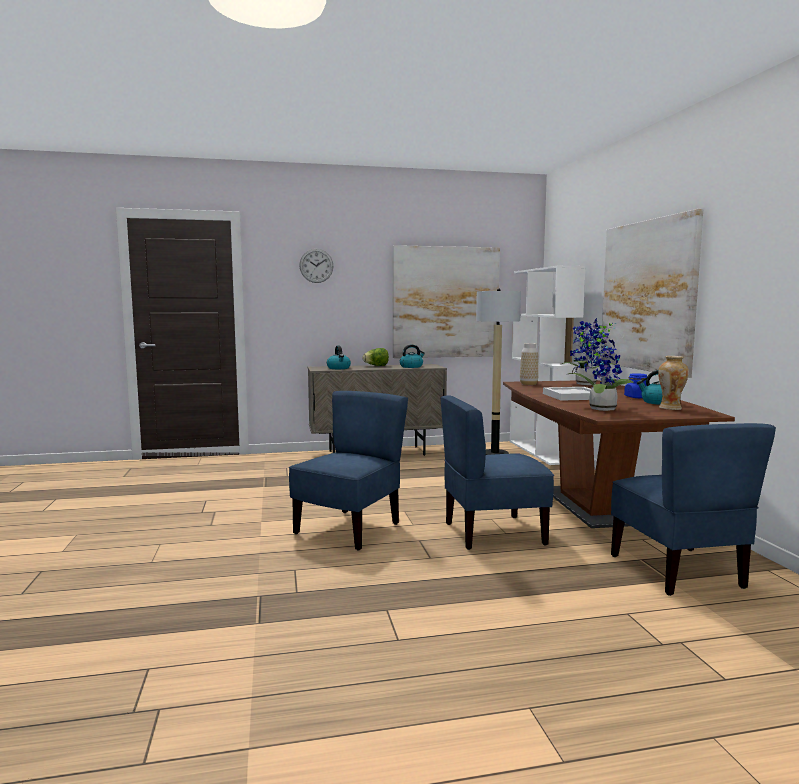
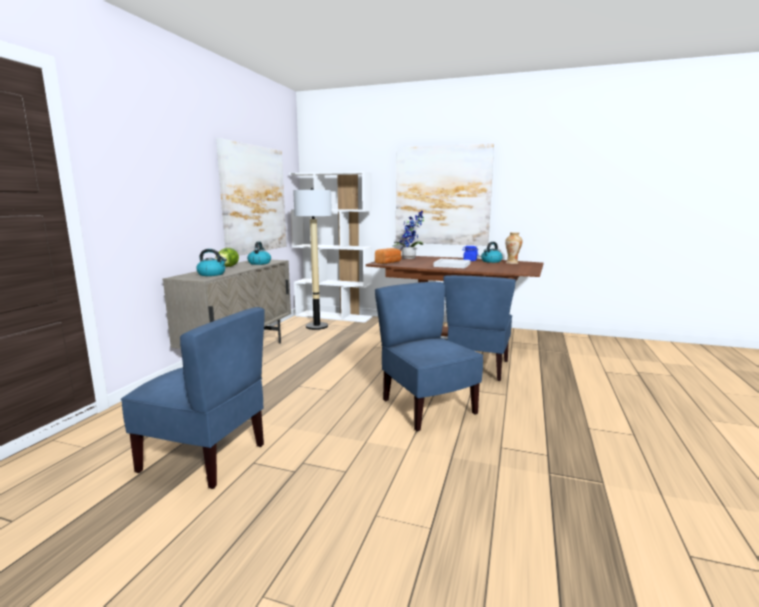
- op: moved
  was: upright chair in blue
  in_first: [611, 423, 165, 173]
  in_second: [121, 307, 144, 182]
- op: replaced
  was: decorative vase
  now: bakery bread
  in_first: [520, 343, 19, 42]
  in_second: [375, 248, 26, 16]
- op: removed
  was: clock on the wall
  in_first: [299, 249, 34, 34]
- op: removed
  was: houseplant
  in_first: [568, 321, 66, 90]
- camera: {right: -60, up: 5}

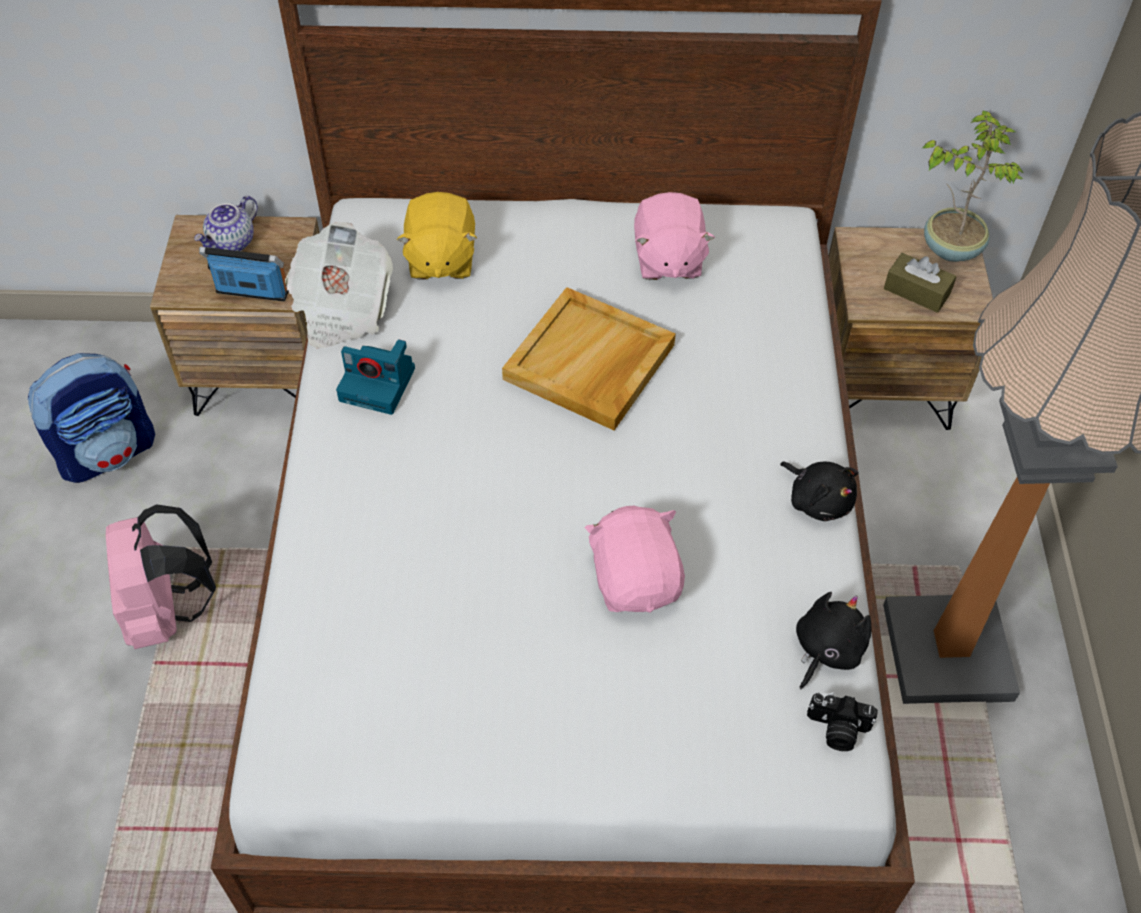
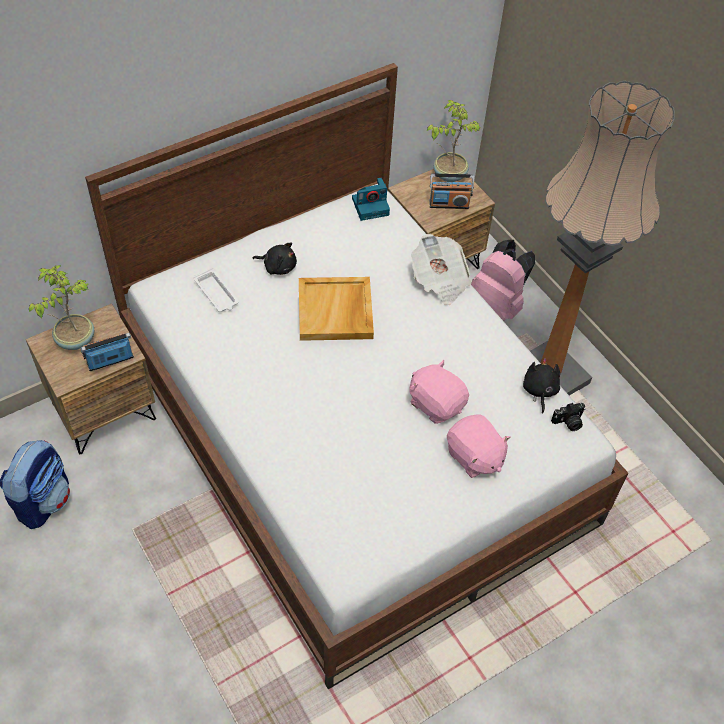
- op: replaced
  was: tea pot
  now: houseplant
  in_first: [194, 196, 64, 55]
  in_second: [29, 265, 65, 85]
- op: replaced
  was: plush toy in yellow-coloured
  now: carrying tray in white-coloured
  in_first: [397, 192, 80, 88]
  in_second: [193, 268, 46, 44]
- op: moved
  was: plush toy in blackish
  in_first: [780, 461, 79, 60]
  in_second: [252, 243, 45, 32]
- op: moved
  was: photo camera
  in_first: [336, 339, 79, 76]
  in_second: [352, 178, 38, 43]
- op: moved
  was: newspaper
  in_first: [285, 222, 108, 127]
  in_second: [411, 234, 60, 71]
- op: replaced
  was: tissue box in brown
  now: radio receiver
  in_first: [884, 253, 73, 60]
  in_second: [429, 174, 45, 35]
- op: moved
  was: plush toy in pink-coloured
  in_first: [634, 192, 81, 88]
  in_second: [447, 414, 64, 64]
- op: moved
  was: backpack in pink-coloured
  in_first: [106, 504, 110, 145]
  in_second: [471, 240, 64, 81]
- camera: {right: -35, up: 0}

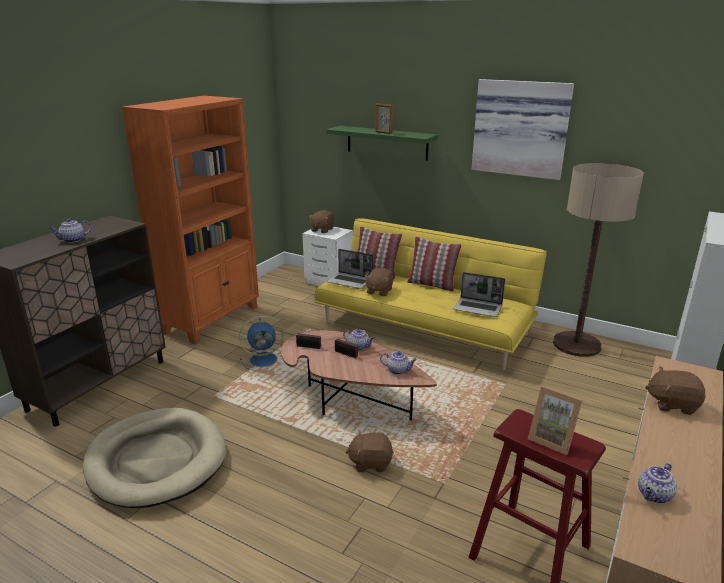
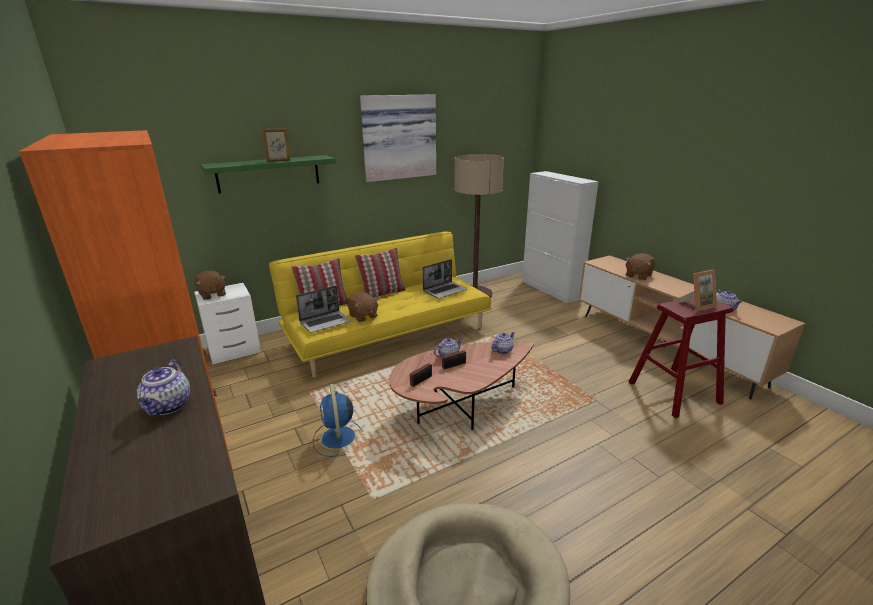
- op: turned
  was: electric fan in blue
  in_first: [239, 316, 45, 55]
  in_second: [313, 384, 50, 73]
  clockwise: 150
- op: removed
  was: plush toy in brown
  in_first: [345, 431, 49, 41]
- camera: {right: -60, up: 0}

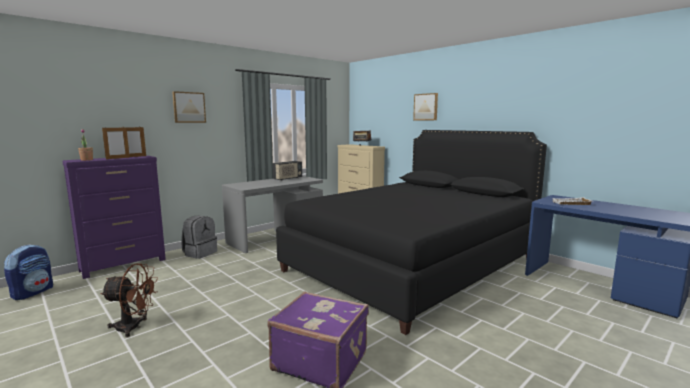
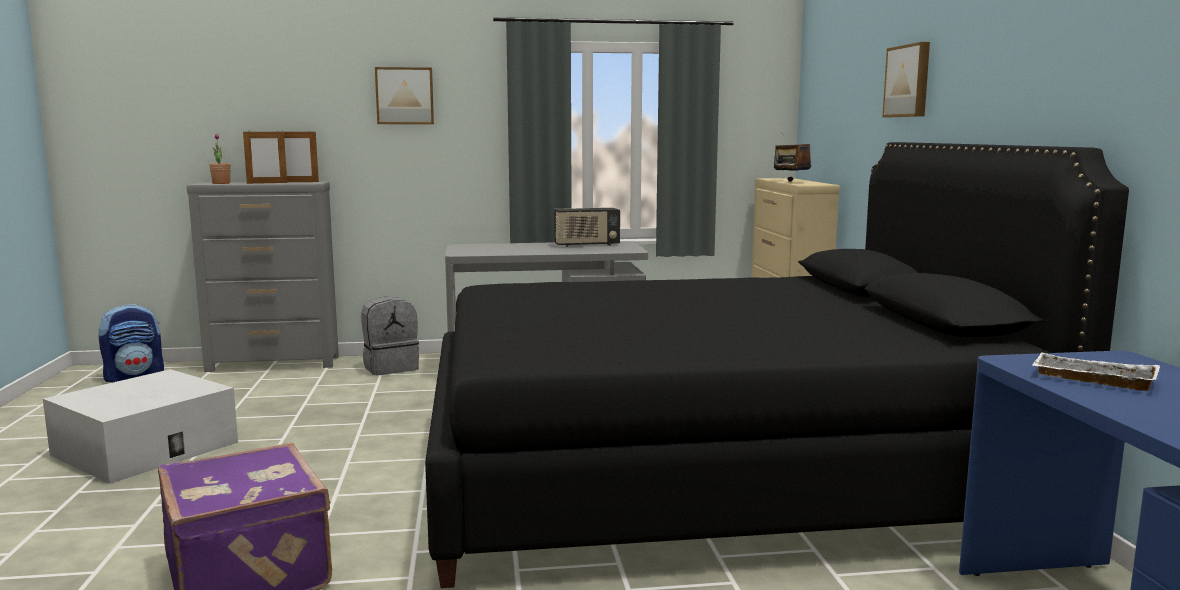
- op: replaced
  was: electric fan in brown
  now: storage container in white-coloured
  in_first: [101, 263, 57, 74]
  in_second: [43, 369, 195, 115]
- op: recoloured
  was: drawer chest in purplish
  now: drawer chest in greyish
  in_first: [62, 156, 104, 123]
  in_second: [187, 182, 152, 190]
- camera: {right: 35, up: 0}

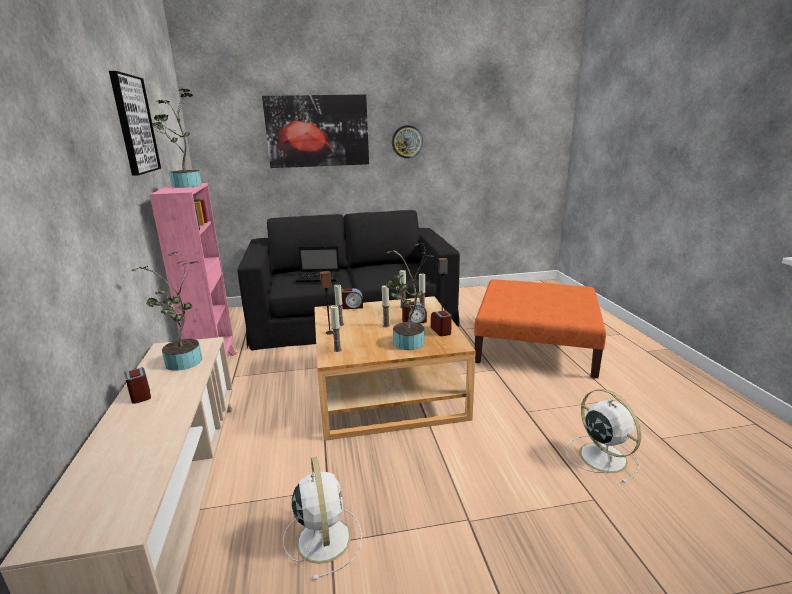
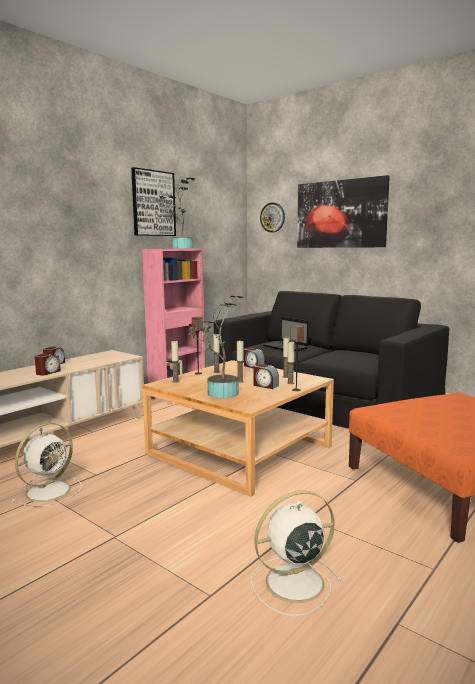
- op: moved
  was: alarm clock
  in_first: [431, 310, 21, 26]
  in_second: [35, 353, 26, 23]
- op: turned
  was: electric fan in white-coloured
  in_first: [566, 389, 75, 94]
  in_second: [251, 491, 91, 125]
  clockwise: -135
- op: moved
  was: clock on the wall
  in_first: [392, 125, 31, 34]
  in_second: [260, 202, 25, 30]
- op: removed
  was: houseplant
  in_first: [131, 252, 71, 119]
- camera: {right: 50, up: -10}

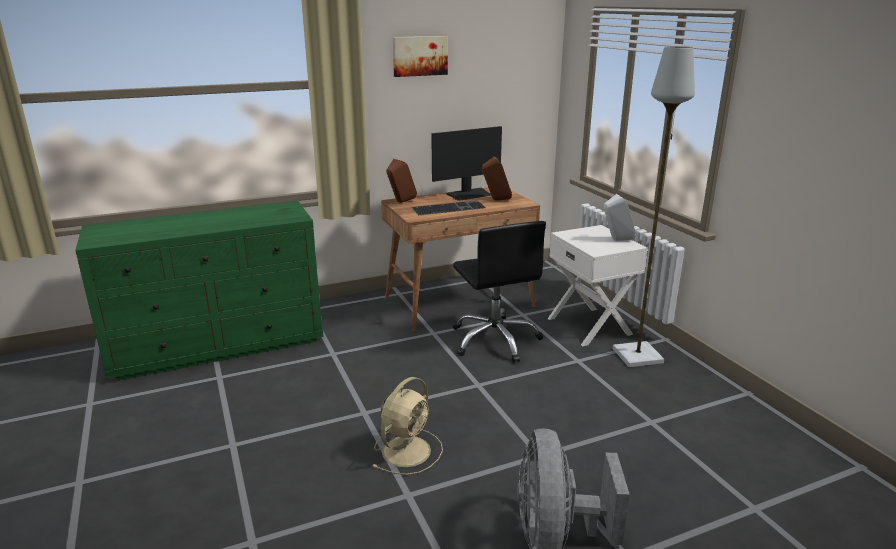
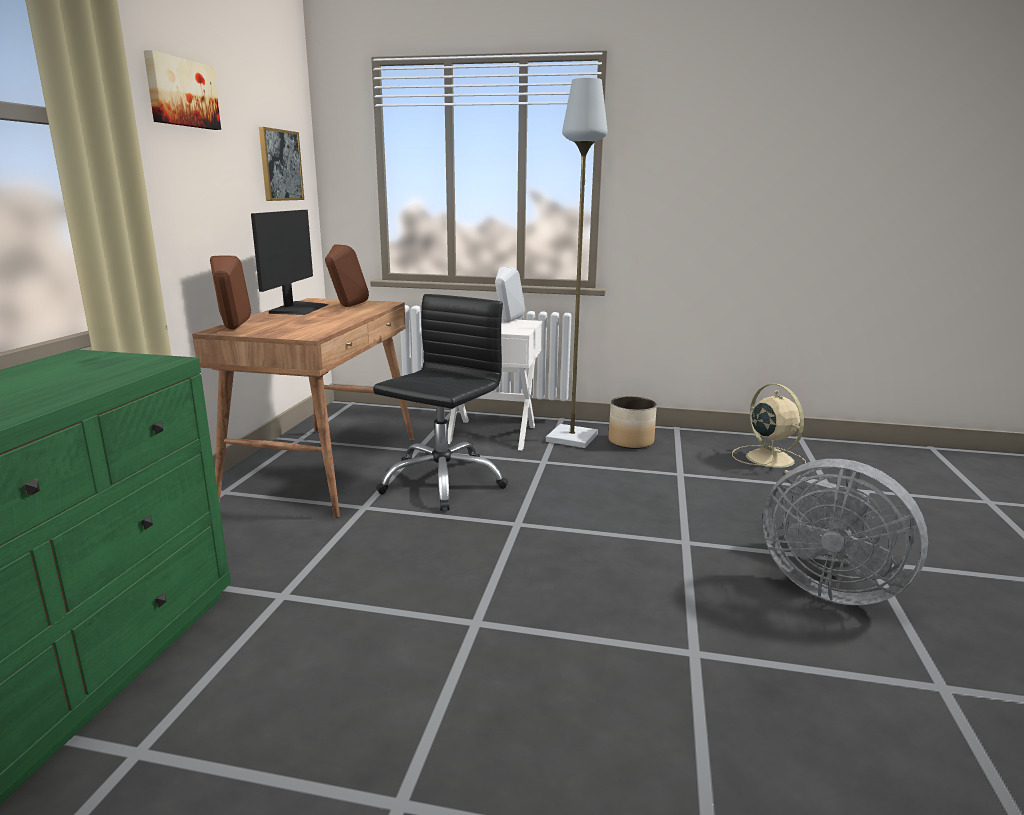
- op: added
  now: picture
  in_second: [259, 127, 45, 74]
- op: turned
  was: desk chair in blackish
  in_first: [453, 221, 93, 142]
  in_second: [373, 294, 135, 217]
  clockwise: -75
- op: added
  now: plant pot
  in_second: [608, 396, 49, 53]
- op: moved
  was: electric fan in sand-coloured
  in_first: [373, 377, 70, 98]
  in_second: [732, 384, 74, 89]
- op: removed
  was: PC keyboard
  in_first: [412, 200, 74, 15]
- camera: {right: -55, up: -5}

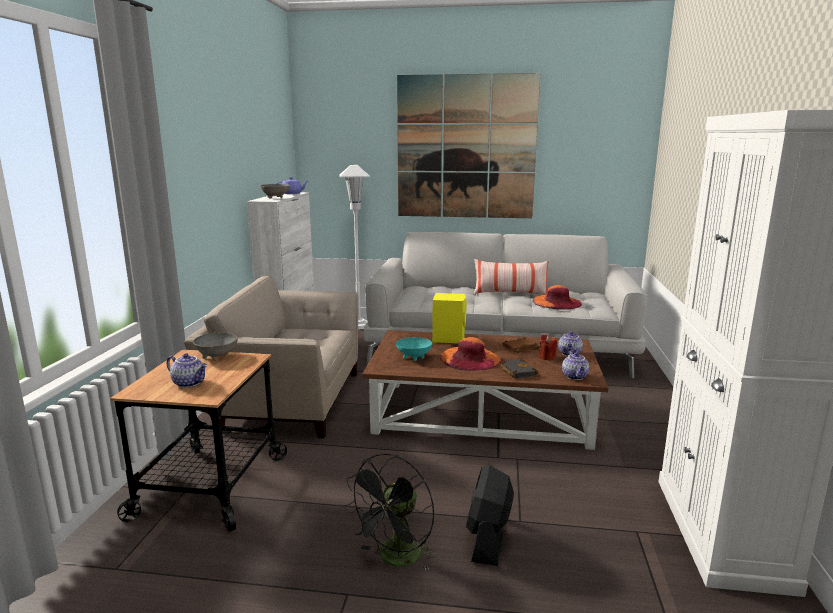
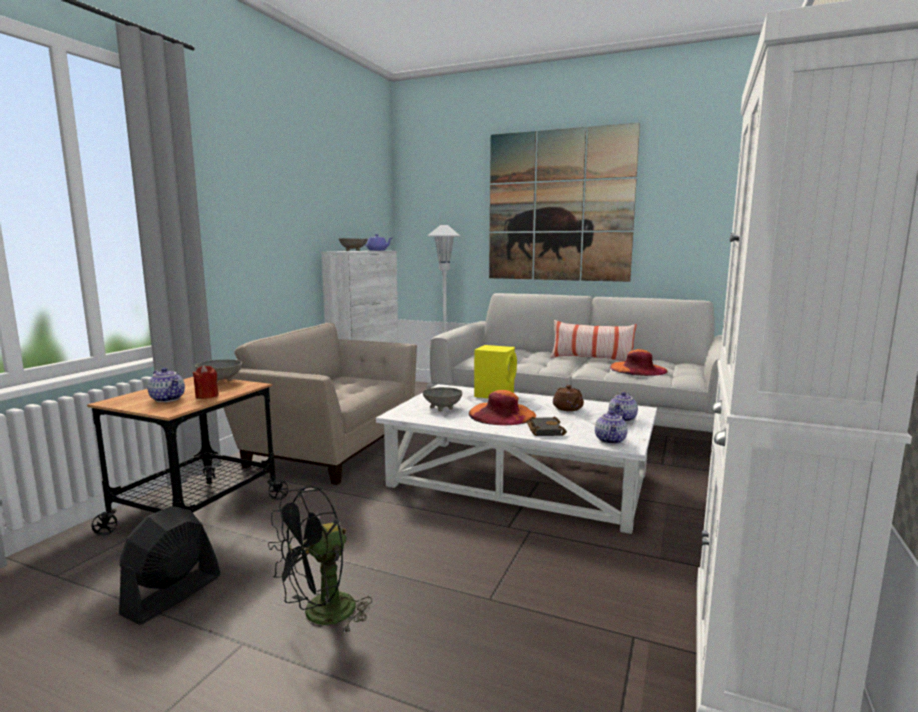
- op: moved
  was: electric fan in blackish
  in_first: [466, 465, 48, 101]
  in_second: [119, 506, 102, 119]
- op: moved
  was: candle in reddish
  in_first: [539, 334, 18, 26]
  in_second: [192, 365, 27, 34]
- op: recoloured
  was: lounge table in brown
  now: lounge table in white-coloured
  in_first: [362, 330, 247, 120]
  in_second: [376, 384, 281, 150]
- op: recoloured
  was: deep dish in turquoise-coloured
  now: deep dish in greyish
  in_first: [396, 337, 36, 24]
  in_second: [423, 387, 39, 25]
- op: replaced
  was: bound book in brown
  now: tea pot in brown
  in_first: [502, 337, 37, 16]
  in_second: [553, 385, 31, 26]
- camera: {right: 15, up: -5}

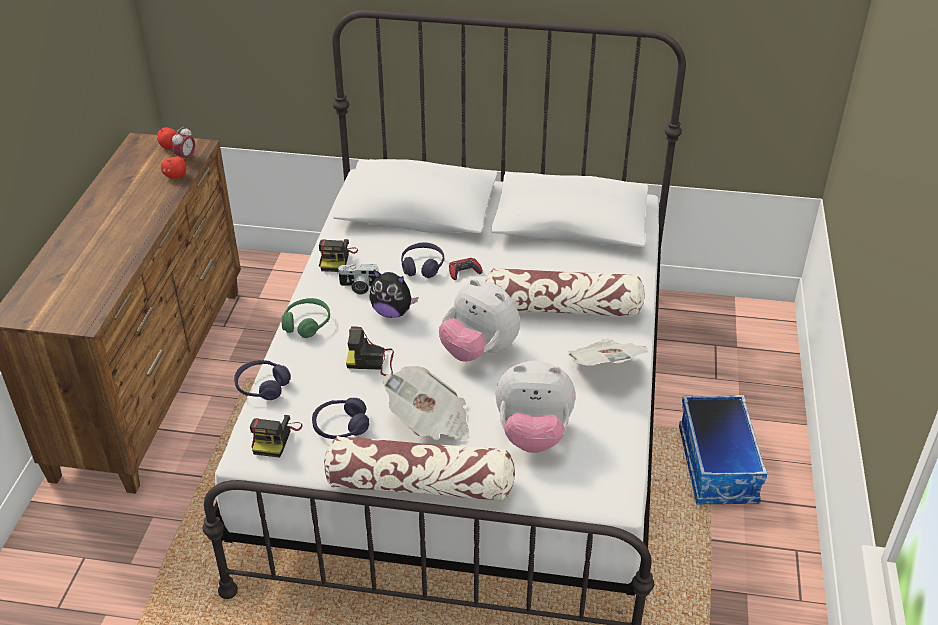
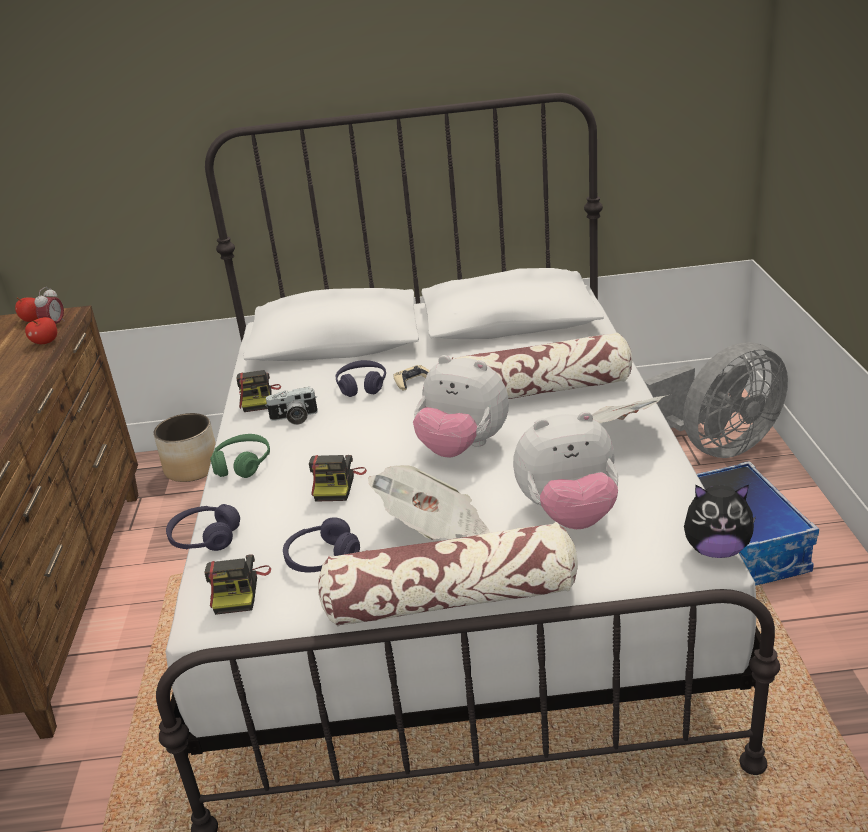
- op: added
  now: plant pot
  in_second: [153, 413, 63, 69]
- op: turned
  was: photo camera
  in_first: [346, 326, 48, 50]
  in_second: [309, 455, 58, 47]
  clockwise: -75
- op: recoloured
  was: game controller in reddish
  now: game controller in sand-coloured
  in_first: [449, 258, 34, 22]
  in_second: [393, 365, 37, 26]
- op: added
  now: electric fan in greyish
  in_second: [644, 342, 144, 116]
- op: moved
  was: plush toy
  in_first: [369, 269, 49, 49]
  in_second: [684, 485, 72, 73]
- camera: {right: -10, up: -10}

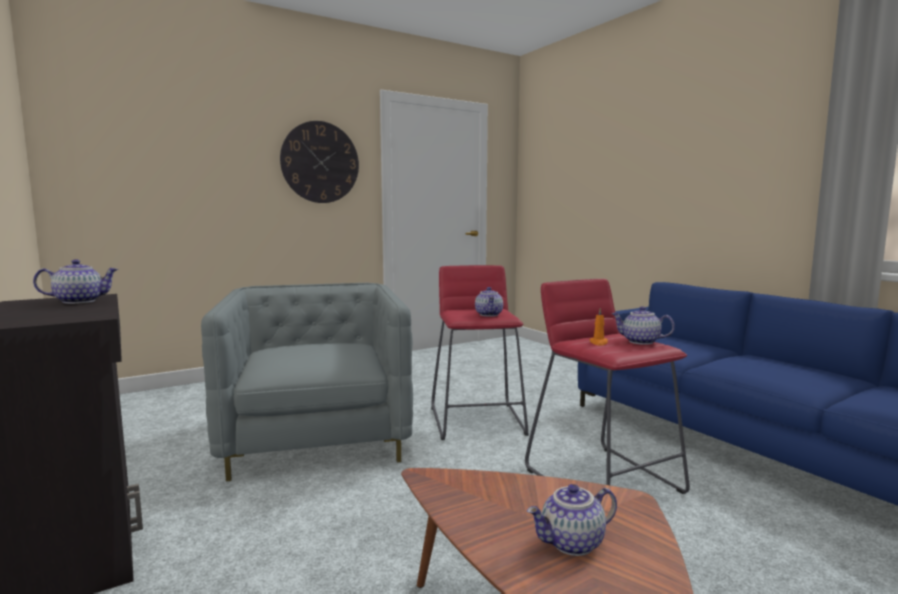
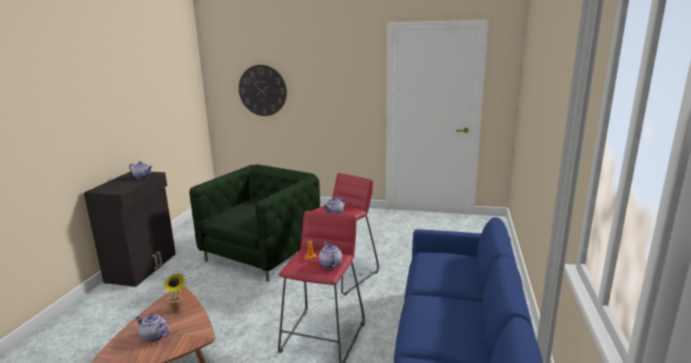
- op: added
  now: houseplant
  in_second: [163, 273, 24, 40]
- op: recoloured
  was: lounge chair in greyish
  now: lounge chair in green-coloured
  in_first: [201, 283, 212, 198]
  in_second: [189, 164, 131, 118]
- op: moved
  was: clock on the wall
  in_first: [280, 121, 79, 82]
  in_second: [239, 65, 48, 51]
- camera: {right: 45, up: 10}

